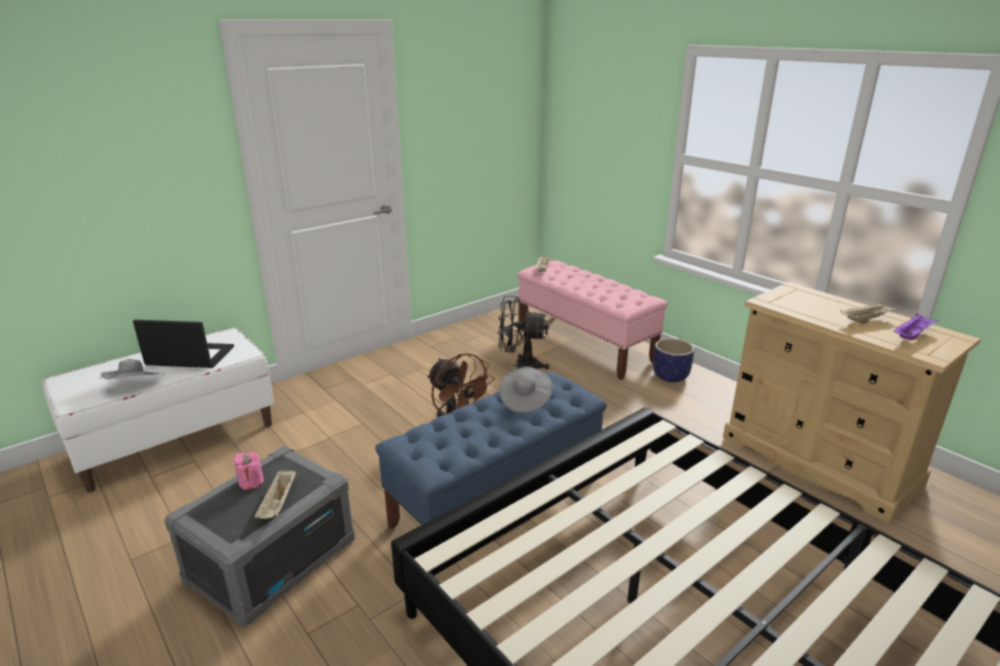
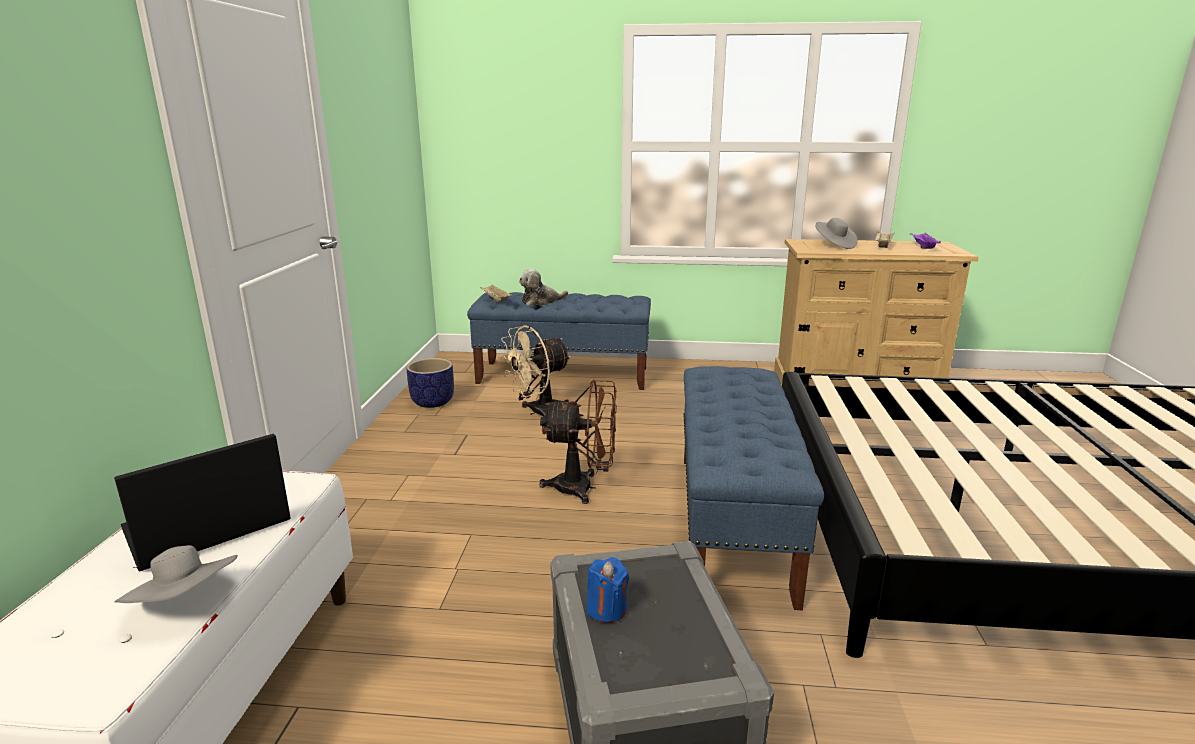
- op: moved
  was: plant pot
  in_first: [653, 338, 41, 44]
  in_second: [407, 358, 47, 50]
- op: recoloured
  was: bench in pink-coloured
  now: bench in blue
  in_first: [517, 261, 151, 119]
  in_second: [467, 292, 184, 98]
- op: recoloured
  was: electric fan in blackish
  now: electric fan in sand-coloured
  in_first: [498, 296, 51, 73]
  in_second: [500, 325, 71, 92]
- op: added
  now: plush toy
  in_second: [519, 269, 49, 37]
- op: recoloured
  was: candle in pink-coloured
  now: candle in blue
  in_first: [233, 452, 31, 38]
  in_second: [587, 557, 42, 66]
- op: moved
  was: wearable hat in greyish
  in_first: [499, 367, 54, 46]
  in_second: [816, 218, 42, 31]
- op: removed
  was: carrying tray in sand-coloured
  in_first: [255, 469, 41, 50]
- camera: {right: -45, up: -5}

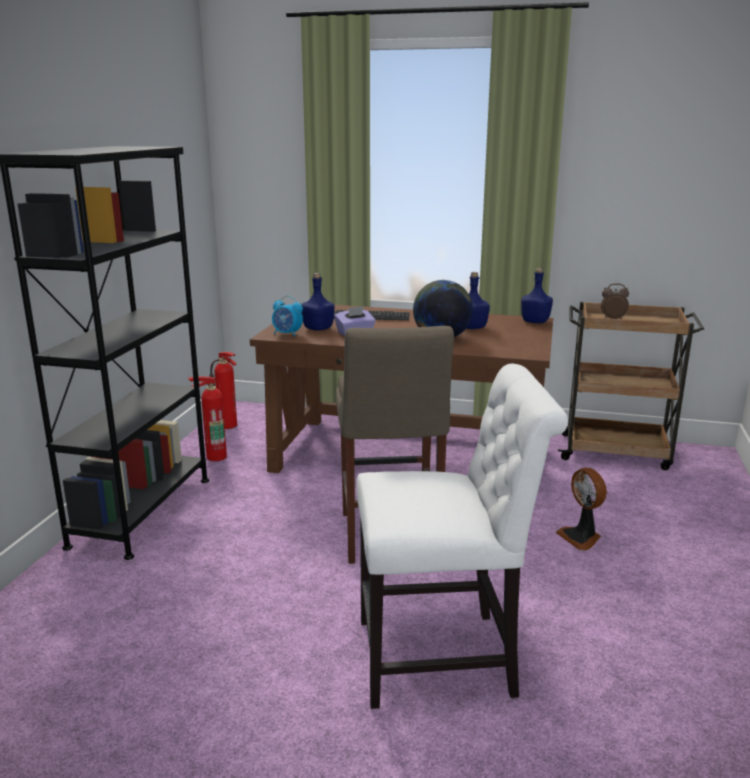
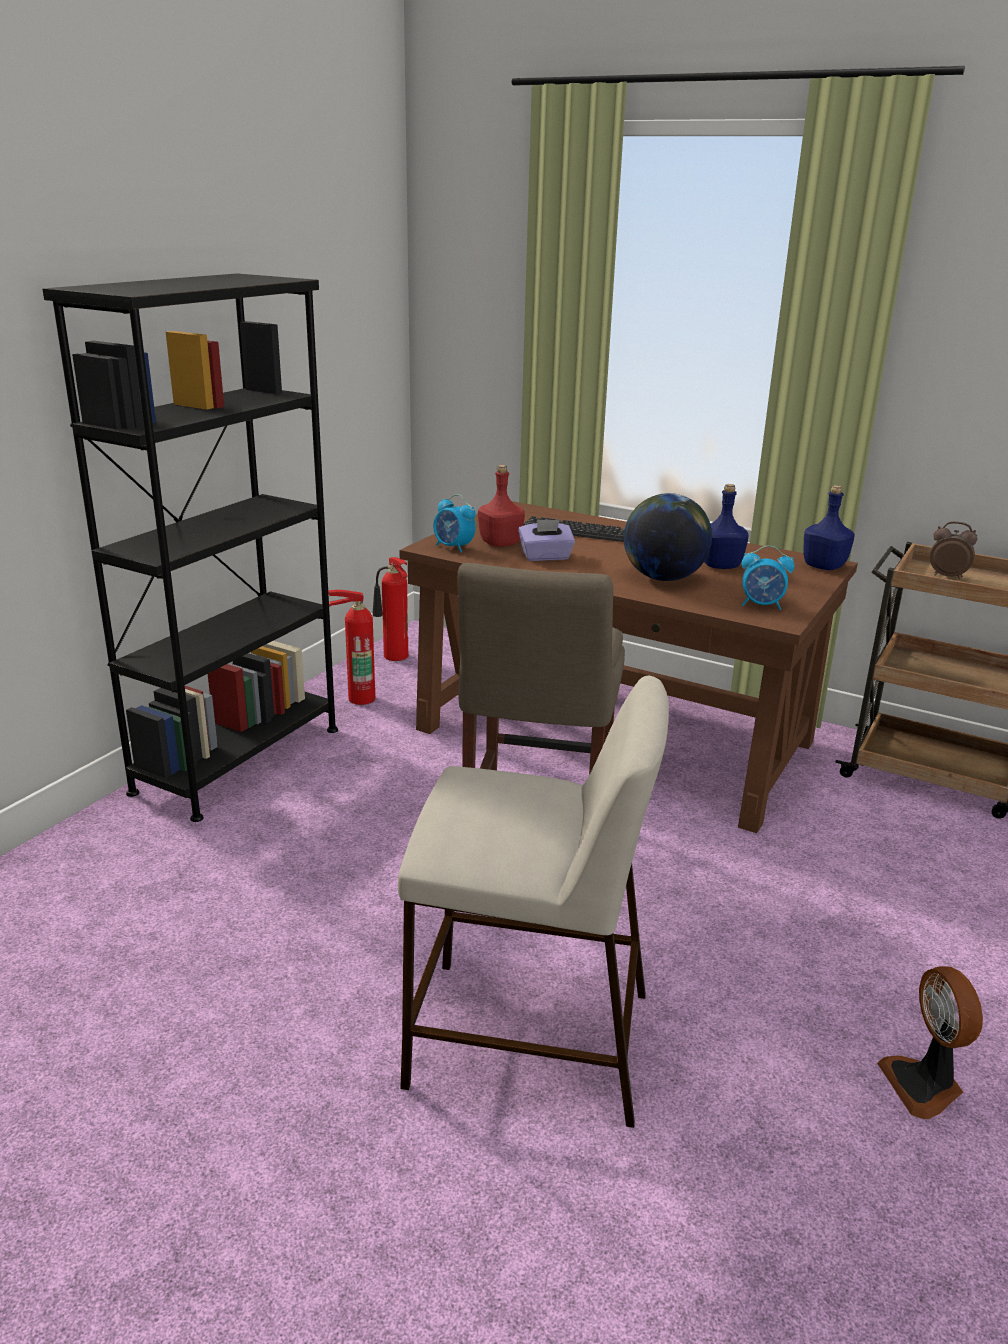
- op: replaced
  was: upright chair in white-coloured
  now: sitting stool in sand-coloured
  in_first: [356, 364, 212, 345]
  in_second: [398, 676, 271, 452]
- op: recoloured
  was: bottle in blue
  now: bottle in reddish
  in_first: [302, 273, 33, 58]
  in_second: [478, 465, 47, 82]
- op: added
  now: alarm clock
  in_second: [741, 545, 53, 65]
- op: moved
  was: electric fan
  in_first: [556, 468, 51, 83]
  in_second: [877, 966, 106, 153]
- camera: {right: 15, up: 5}

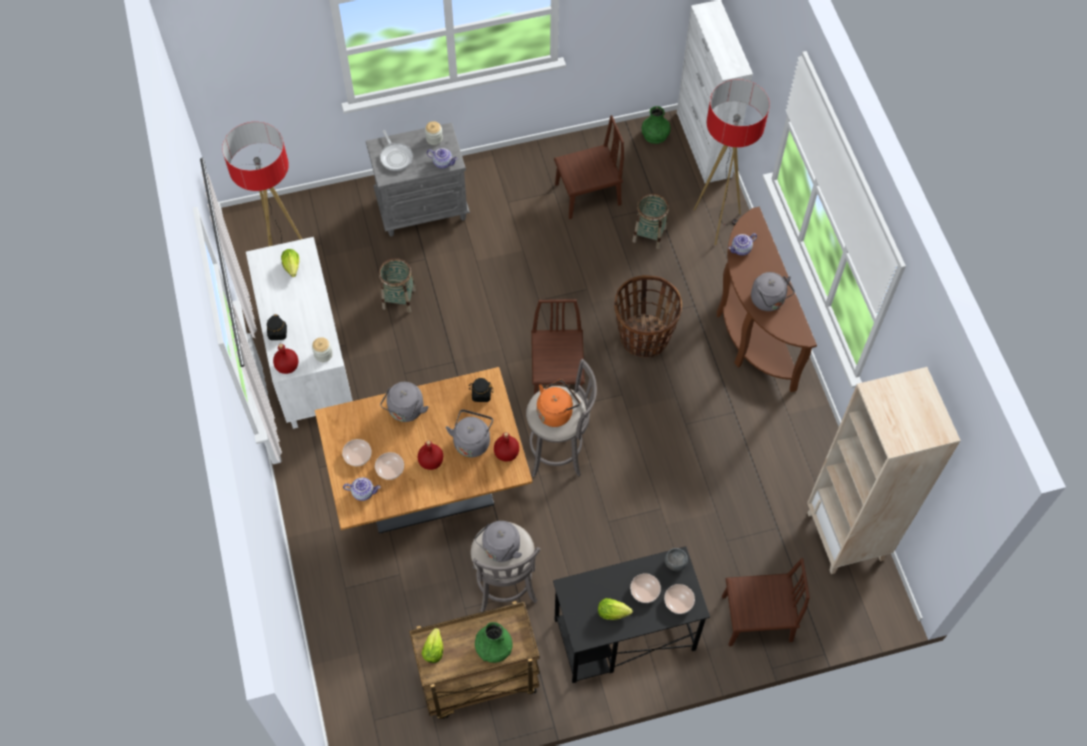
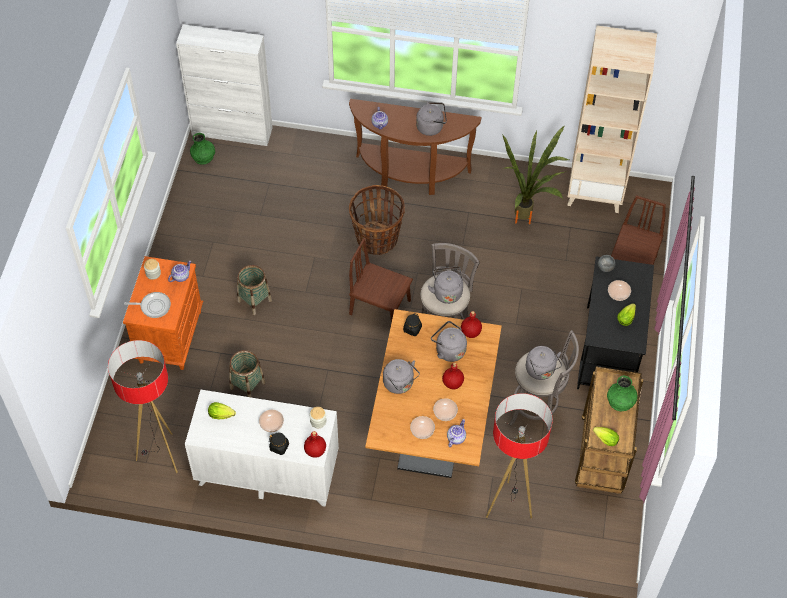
- op: recoloured
  was: bedside table in greyish
  now: bedside table in orange
  in_first: [366, 123, 104, 113]
  in_second: [123, 256, 80, 114]
- op: moved
  was: household basket
  in_first: [632, 194, 37, 55]
  in_second: [237, 265, 35, 50]
- op: moved
  was: deep dish
  in_first: [664, 584, 31, 30]
  in_second: [259, 410, 25, 23]
- op: recoloured
  was: tea kettle in orange
  now: tea kettle in greyish
  in_first: [537, 379, 43, 48]
  in_second: [428, 266, 35, 38]
- op: moved
  was: standing lamp
  in_first: [694, 79, 76, 166]
  in_second: [486, 393, 67, 126]
- op: added
  now: houseplant
  in_second: [503, 126, 68, 98]
- op: removed
  was: upright chair in brown
  in_first: [554, 115, 70, 104]
- camera: {right: -65, up: -5}

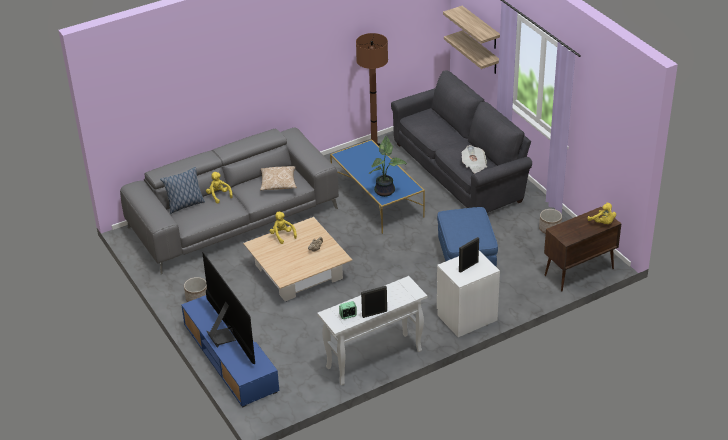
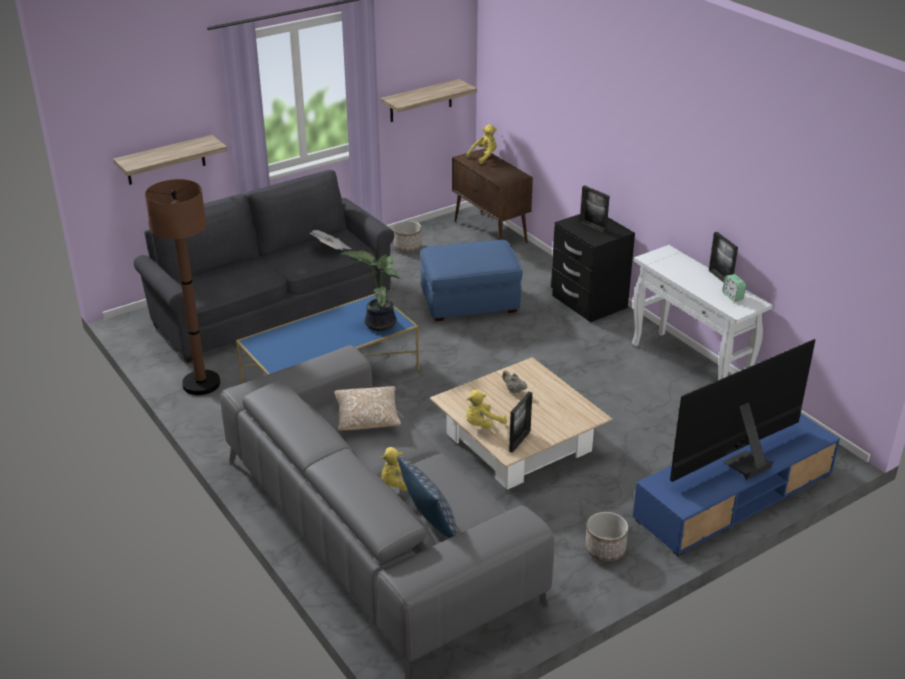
- op: moved
  was: wall shelf
  in_first: [443, 6, 57, 43]
  in_second: [381, 79, 96, 43]
- op: added
  now: photo frame
  in_second: [509, 392, 23, 61]
- op: recoloured
  was: bedside table in white-coloured
  now: bedside table in blackish
  in_first: [437, 251, 63, 86]
  in_second: [551, 214, 84, 108]
- camera: {right: -95, up: -5}

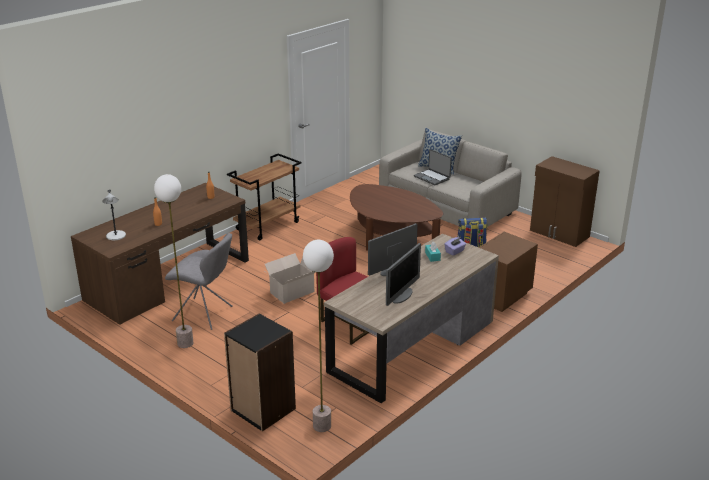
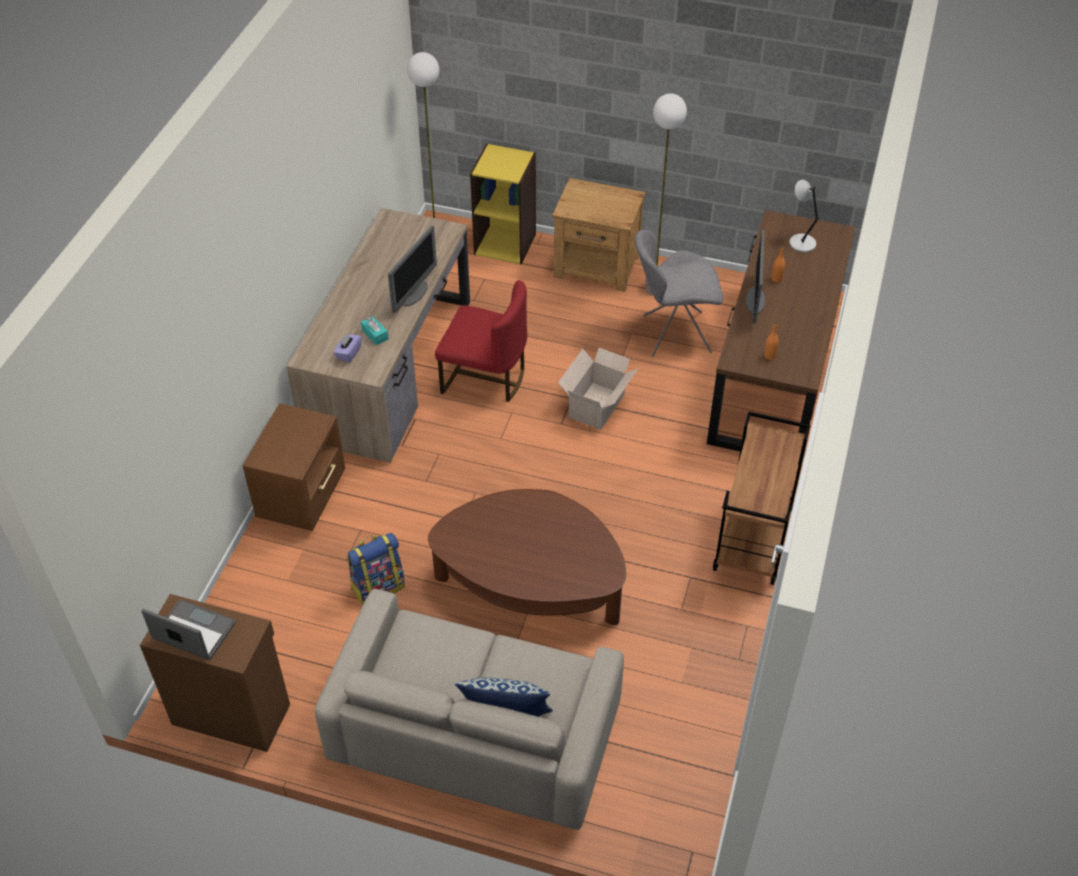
- op: moved
  was: portable computer
  in_first: [414, 149, 38, 36]
  in_second: [141, 599, 94, 61]
- op: recoloured
  was: bookcase in blackish
  now: bookcase in yellow-coloured
  in_first: [224, 313, 72, 119]
  in_second: [470, 143, 66, 122]
- op: added
  now: bedside table in brown
  in_second: [552, 178, 94, 114]
- op: moved
  was: monitor
  in_first: [386, 243, 35, 63]
  in_second: [746, 230, 19, 93]
- camera: {right: 155, up: 20}

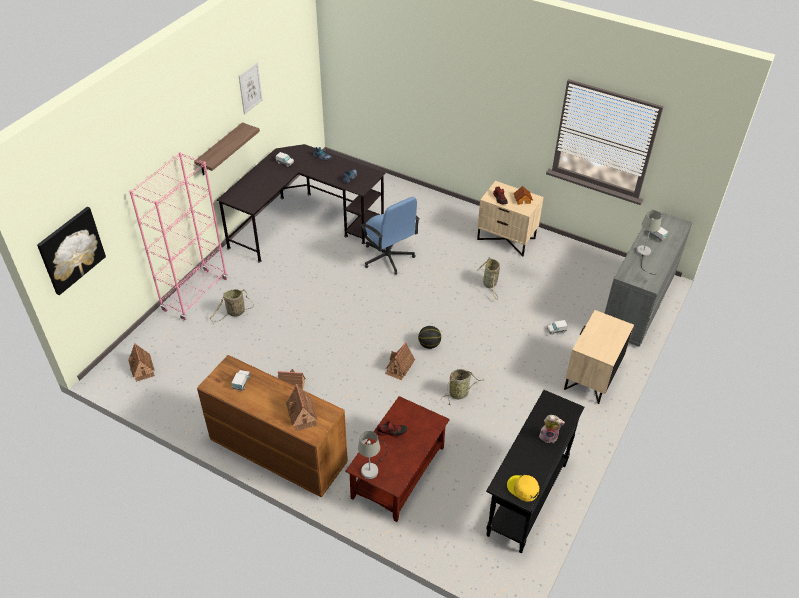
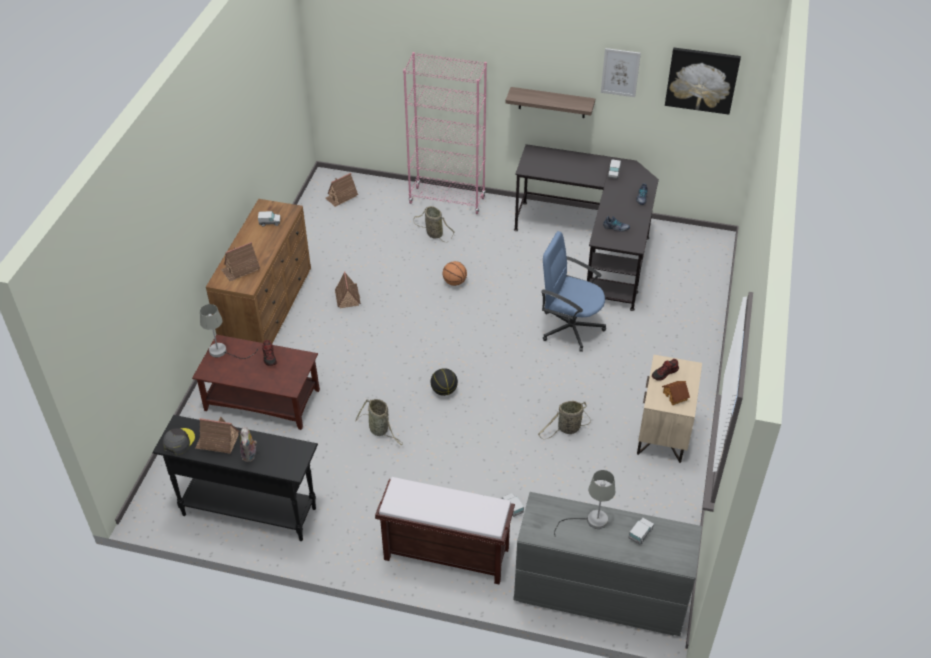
- op: recoloured
  was: peaked cap in yellow-coloured
  now: peaked cap in greyish
  in_first: [507, 475, 32, 27]
  in_second: [163, 428, 32, 27]
- op: moved
  was: toy house
  in_first: [385, 342, 30, 38]
  in_second: [195, 416, 44, 38]
- op: replaced
  was: bedside table in sand-coloured
  now: bench in brown
  in_first: [564, 310, 70, 94]
  in_second: [375, 477, 140, 108]
- op: added
  now: basketball ball
  in_second: [443, 261, 24, 25]
- op: turned
  was: desk chair in blue
  in_first: [361, 197, 59, 78]
  in_second: [541, 231, 65, 121]
  clockwise: 75
- op: moved
  was: picture
  in_first: [37, 207, 69, 88]
  in_second: [665, 48, 76, 67]
- camera: {right: 75, up: 0}

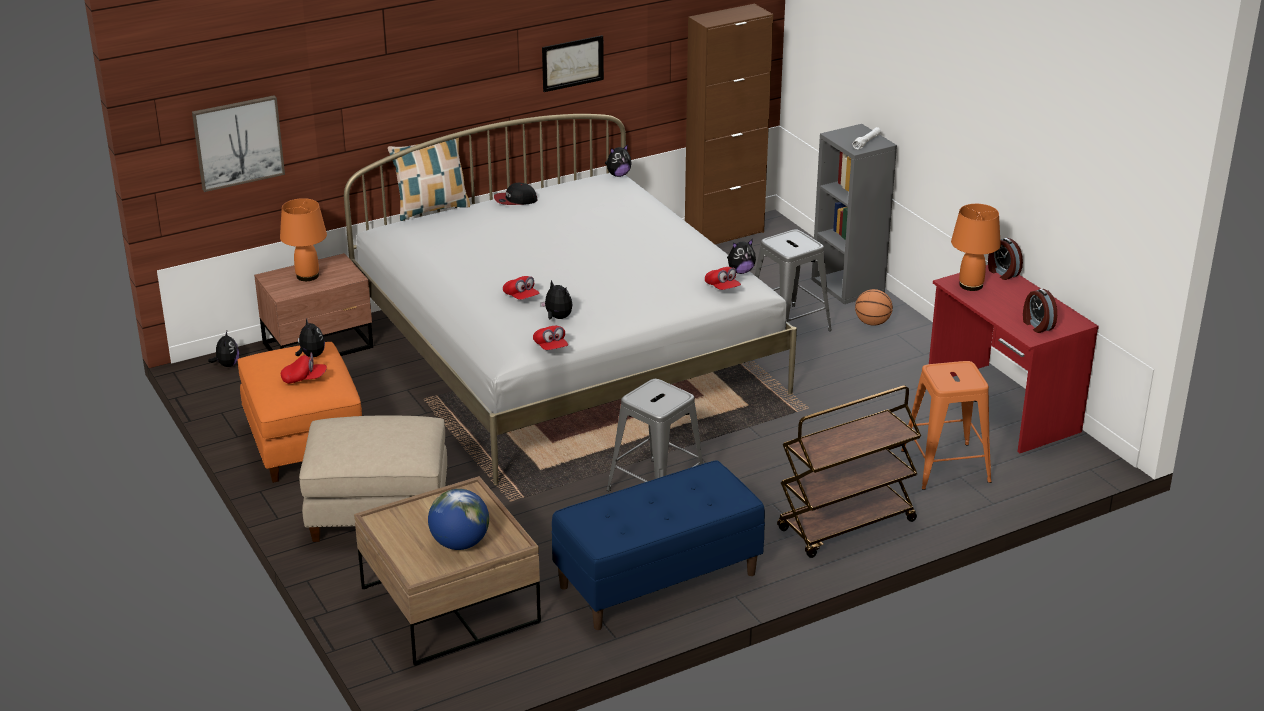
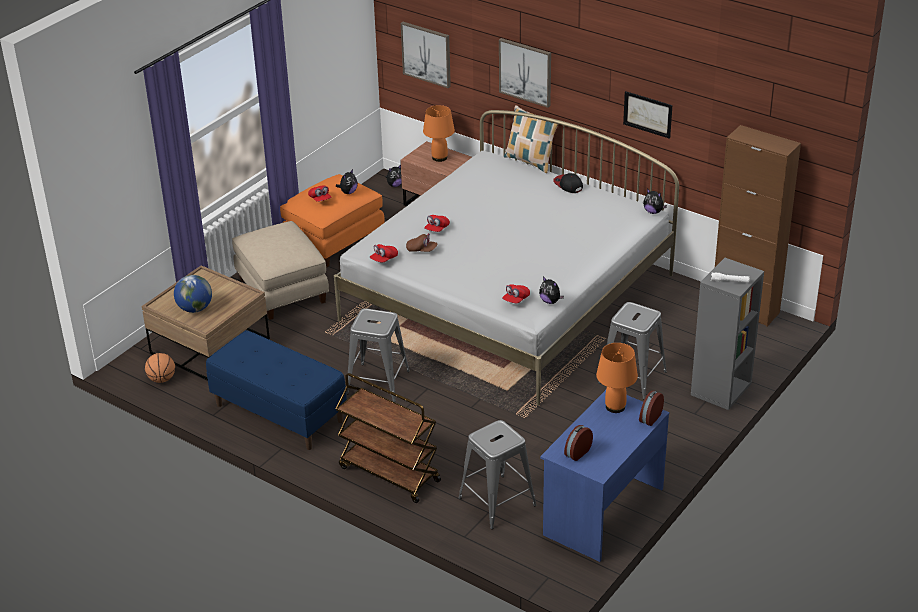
- op: moved
  was: basketball ball
  in_first: [855, 289, 38, 37]
  in_second: [145, 353, 30, 30]
- op: replaced
  was: plush toy
  now: peaked cap in brown
  in_first: [540, 280, 32, 39]
  in_second: [406, 233, 31, 19]
- op: recoloured
  was: sitting stool in orange
  now: sitting stool in greyish
  in_first: [901, 361, 91, 129]
  in_second: [458, 420, 79, 109]
- op: added
  now: picture
  in_second: [499, 38, 52, 70]
- op: recoloured
  was: desk unit in reddish
  now: desk unit in blue
  in_first: [929, 265, 170, 188]
  in_second: [540, 390, 129, 172]
- camera: {right: 65, up: 5}

